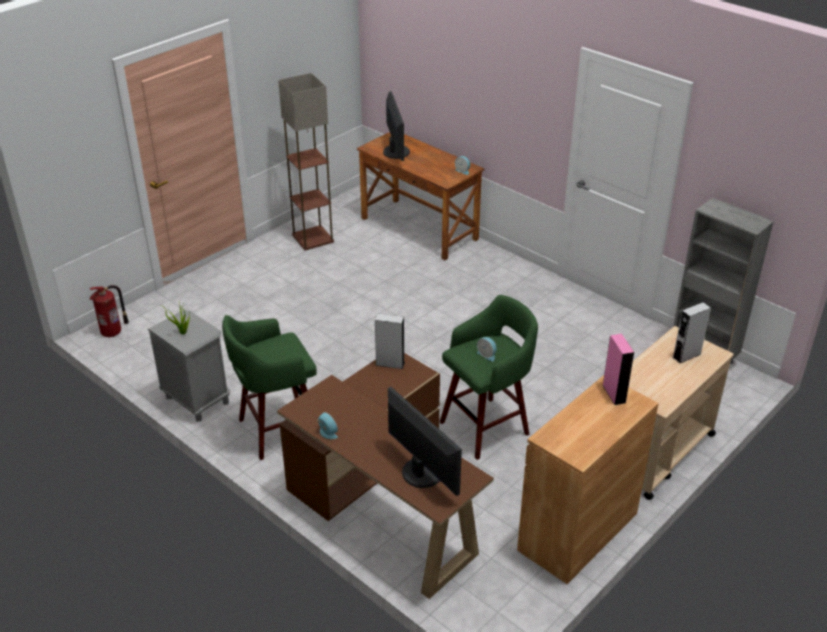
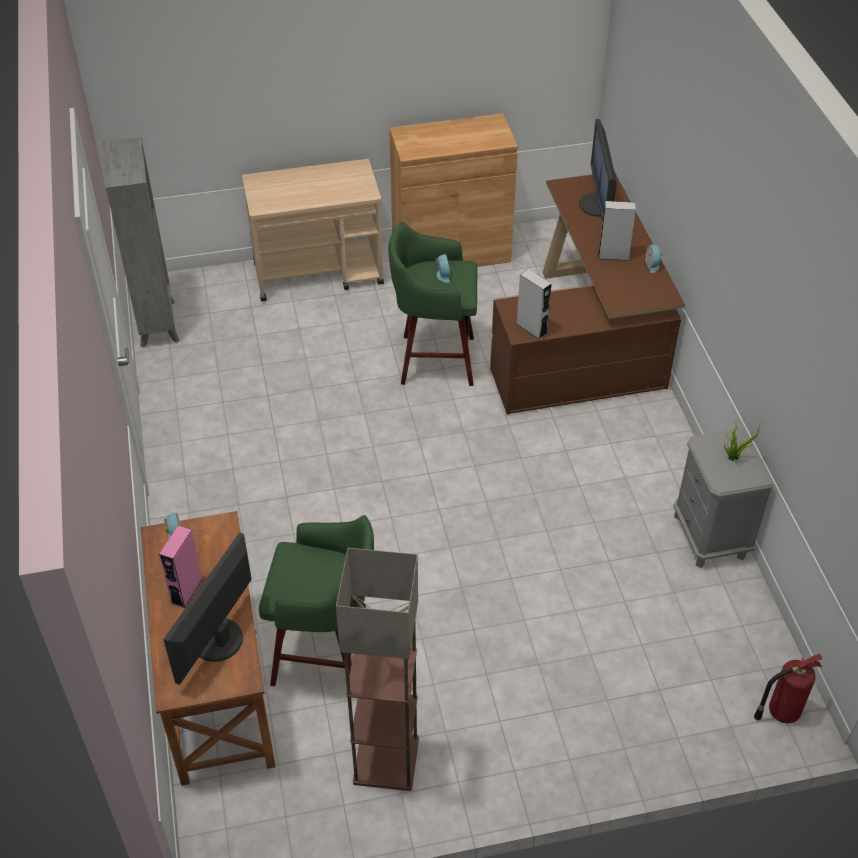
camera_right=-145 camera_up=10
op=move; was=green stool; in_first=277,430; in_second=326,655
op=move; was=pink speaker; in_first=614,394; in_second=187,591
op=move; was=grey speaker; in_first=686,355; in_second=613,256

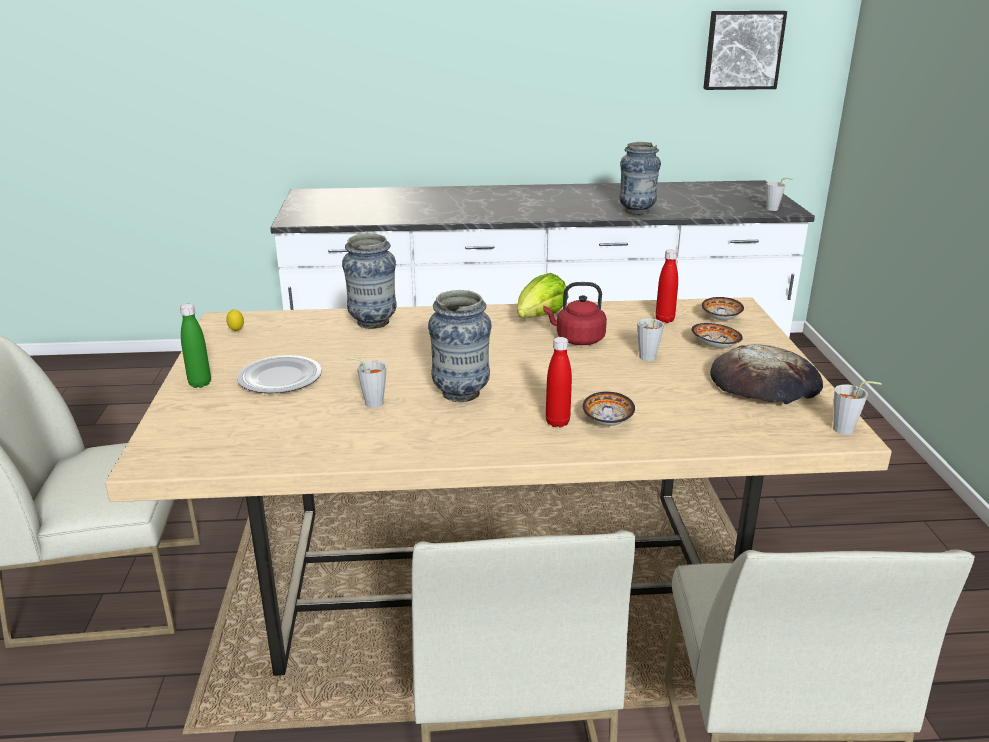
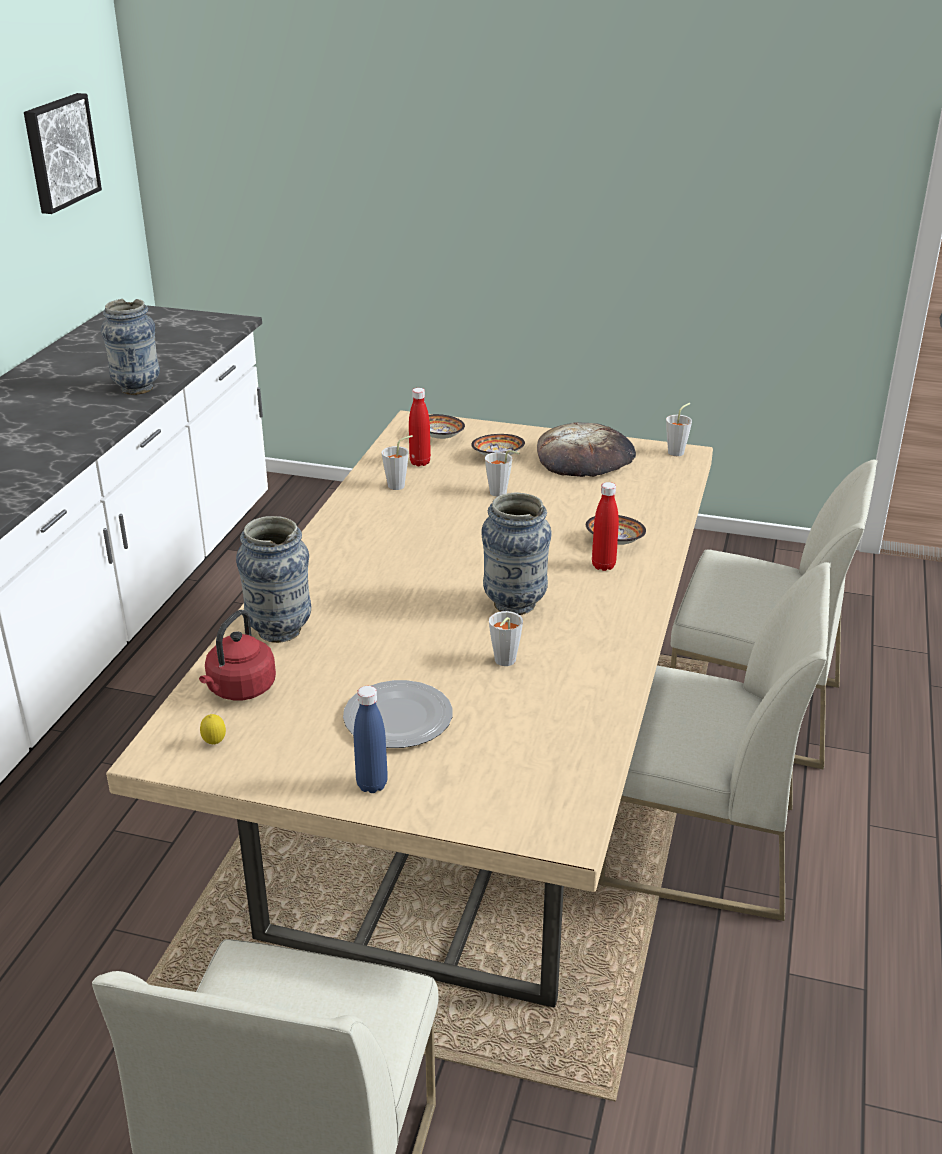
camera_right=-70 camera_up=5
op=delete; was=lettuce; in_first=539,318
op=move; was=red kettle; in_first=577,339; in_second=239,690
op=move; was=grey cup; in_first=774,209; in_second=400,485
op=recolor; was=green bottle; now=blue bottle; in_first=200,383; in_second=372,785

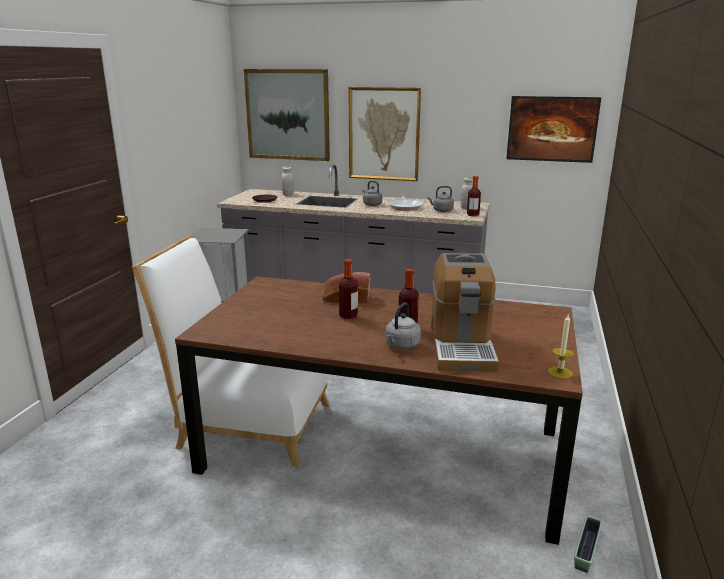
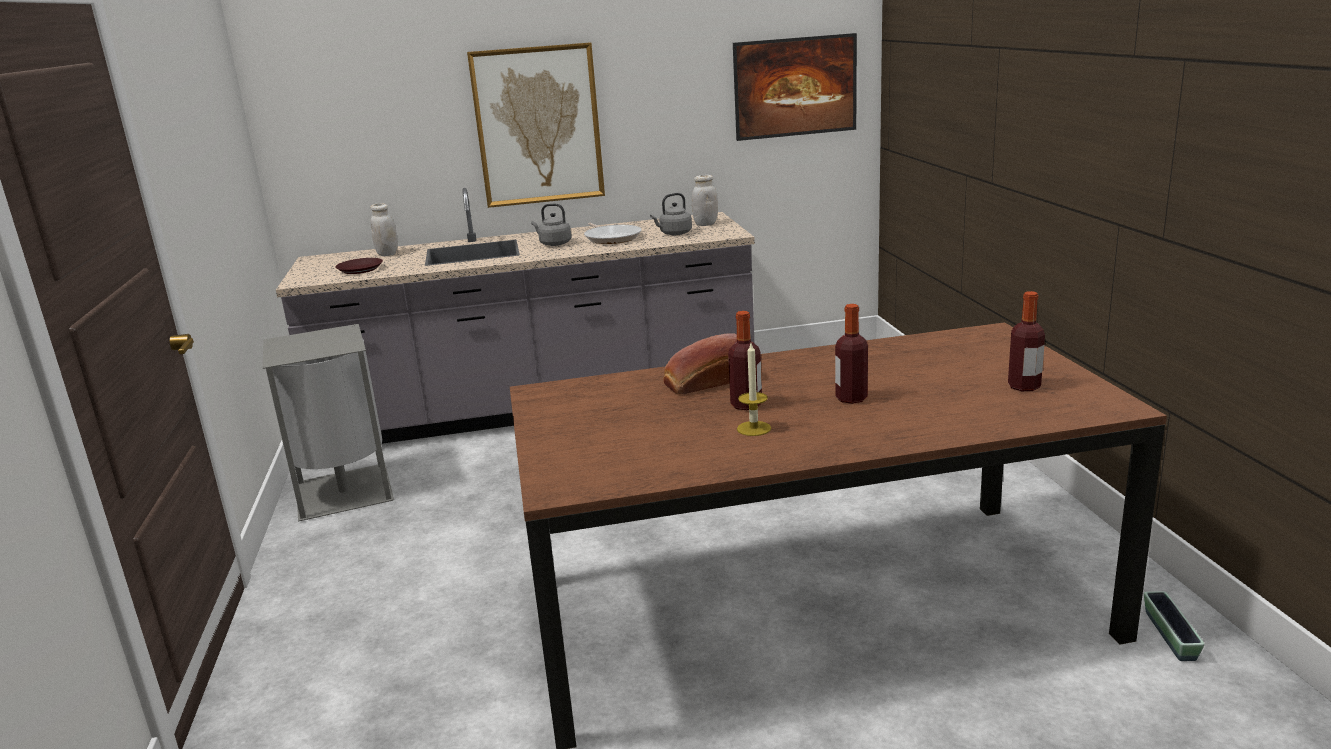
camera_right=-25 camera_up=0
op=delete; was=white chair; in_first=247,424
op=delete; was=picture; in_first=288,115
op=delete; was=grey kettle; in_first=401,345
op=delete; was=coffee machine; in_first=461,346
op=move; was=bottle; in_first=472,215; in_second=1024,386
op=move; was=candle; in_first=560,372; in_second=754,428

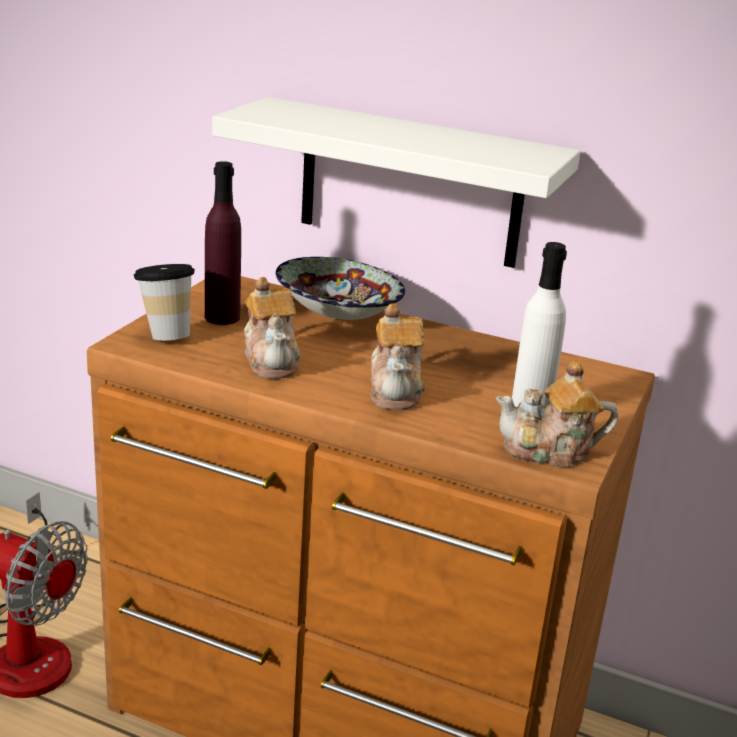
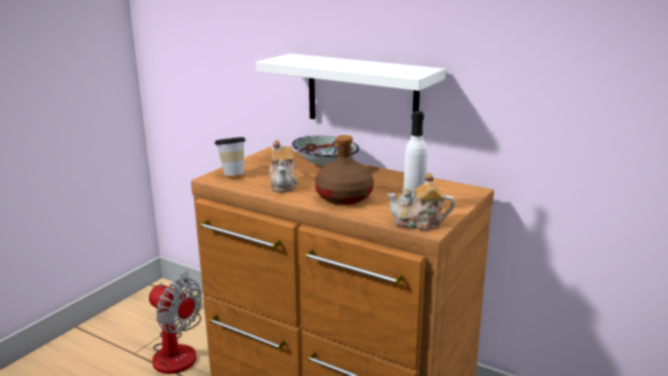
camera_right=10 camera_up=-5
op=delete; was=purple bottle; in_first=222,317
op=replace; was=teapot; now=brown bottle; in_first=396,390; in_second=344,197

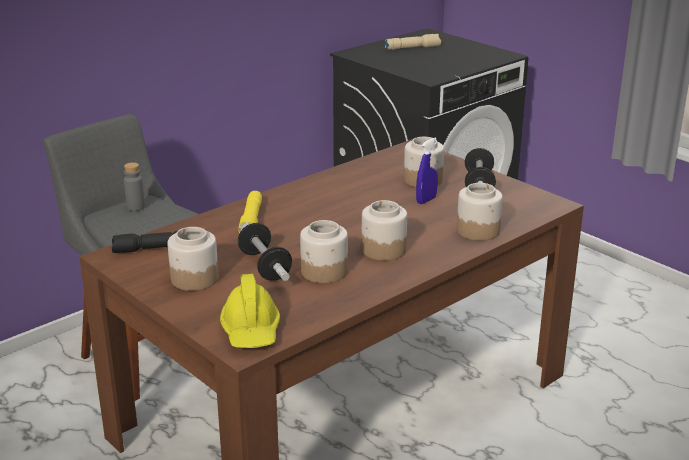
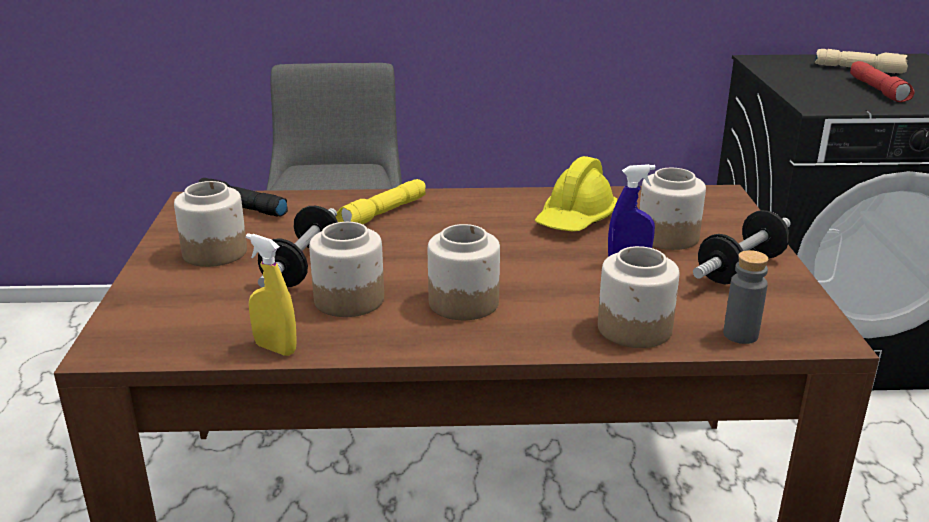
camera_right=40 camera_up=0
op=insert; now=yellow spray bottle; in_second=275,348
op=insert; now=red flashlight; in_second=879,90
op=move; was=grey bottle; in_first=136,207; in_second=740,335
op=move; was=yellow hard hat; in_first=251,330; in_second=575,220

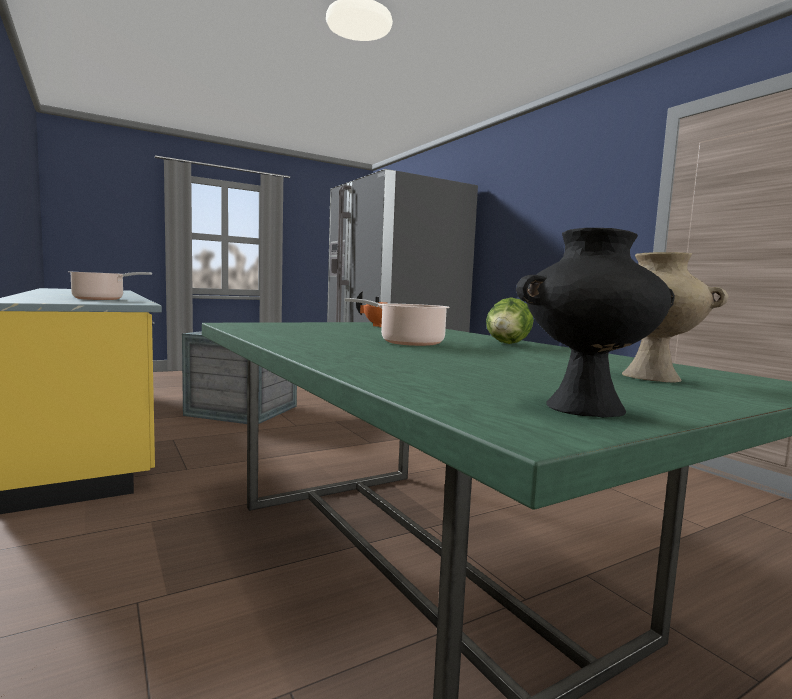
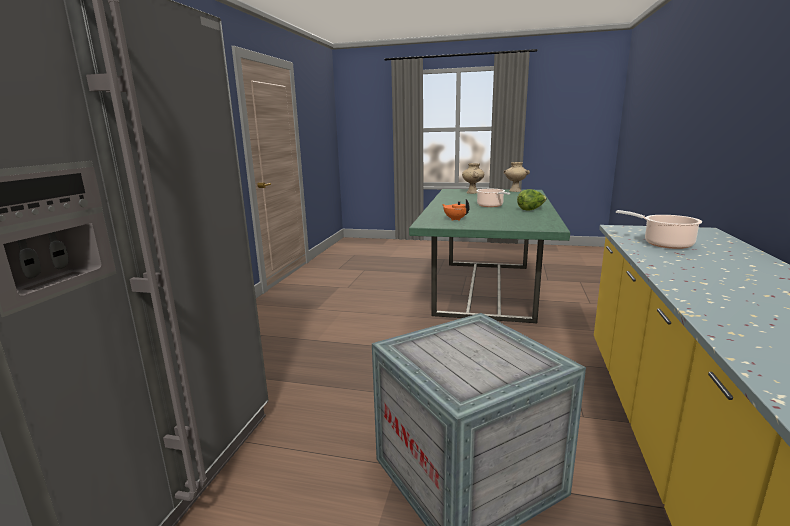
camera_right=-135 camera_up=10
op=move; was=lettuce; in_first=507,344; in_second=531,209
op=recolor; was=black vase; now=beige vase; in_first=585,407; in_second=514,191

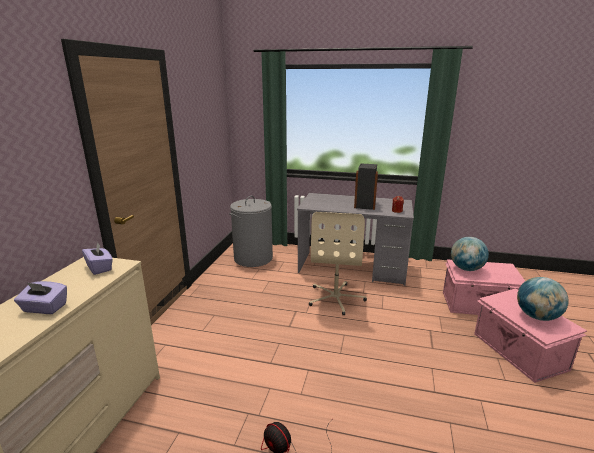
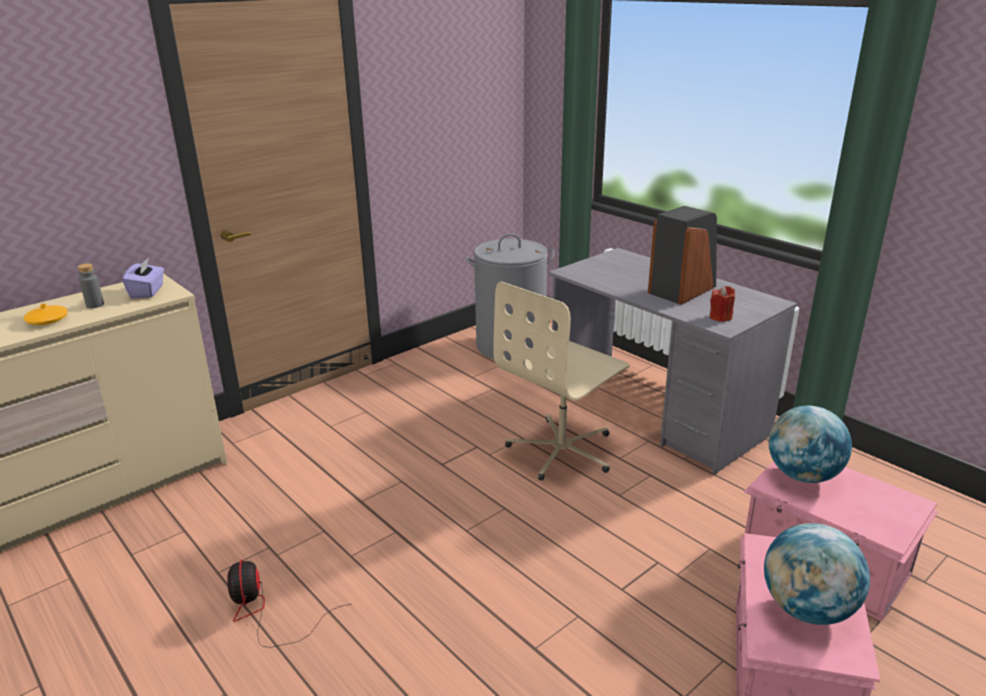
camera_right=35 camera_up=5
op=insert; now=grey bottle; in_second=95,305
op=replace; was=purple tissue box; now=orange vase; in_first=44,308; in_second=47,321

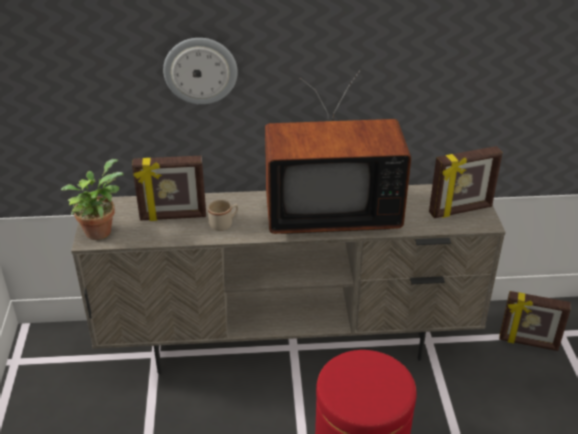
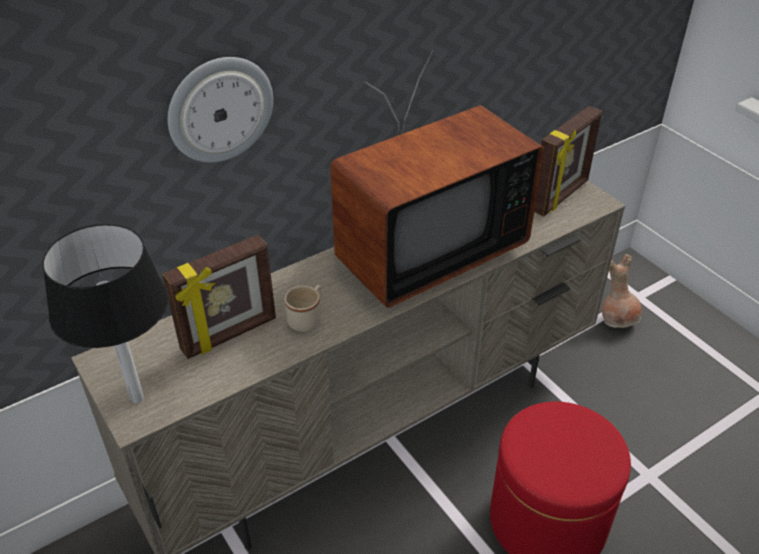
camera_right=-30 camera_up=5
op=replace; was=potted plant; now=black table lamp; in_first=99,230; in_second=137,397
op=replace; was=picture frame; now=brown vase; in_first=528,343; in_second=618,320

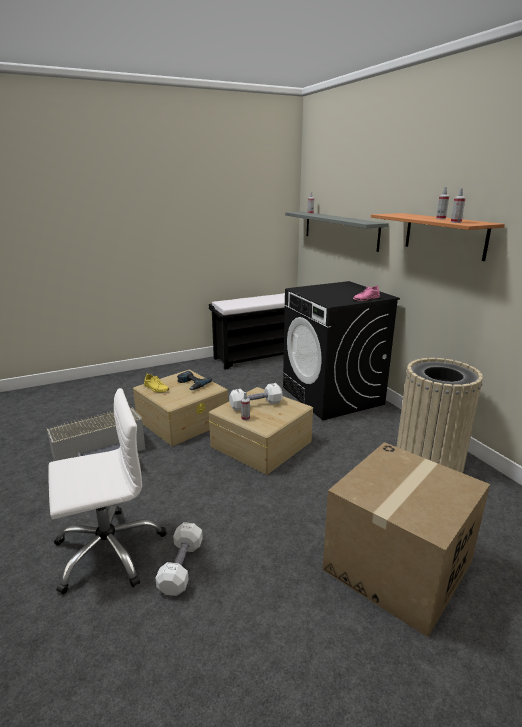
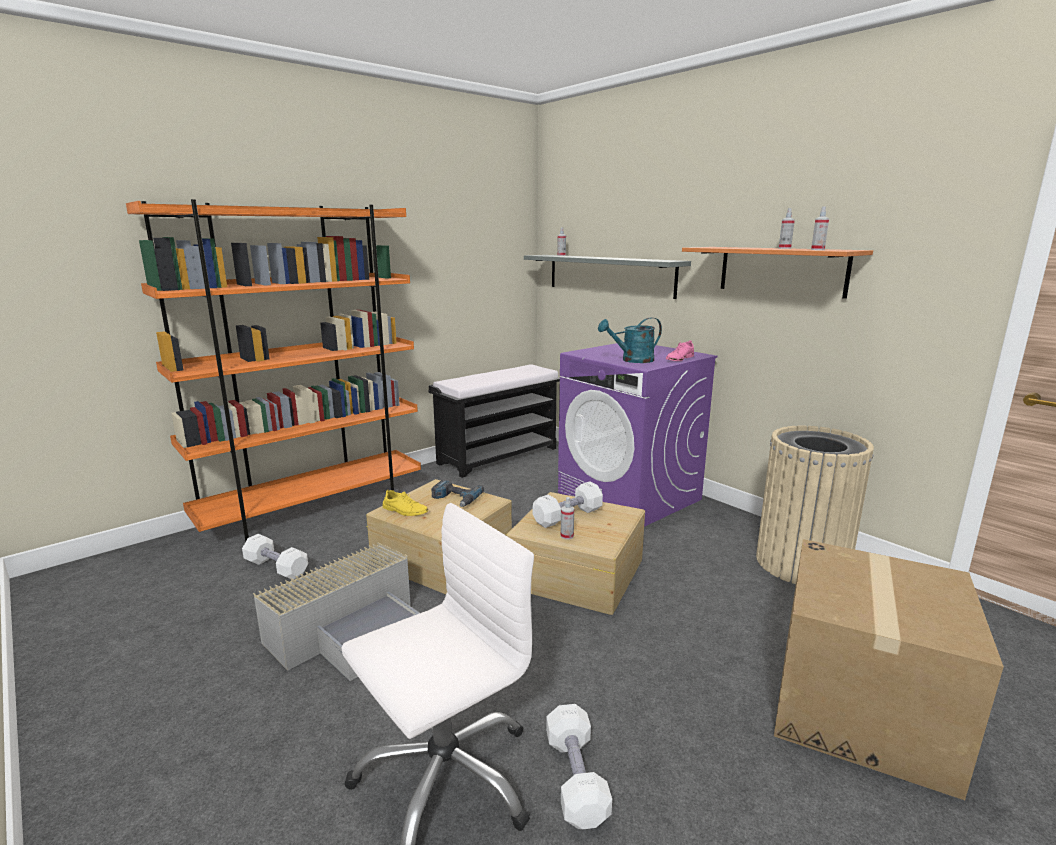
camera_right=-15 camera_up=-5
op=insert; now=orange bookcase; in_second=314,508
op=insert; now=white dumbbell; in_second=276,568
op=insert; now=turquoise watering can; in_second=632,360
op=recolor; was=black washing machine; now=purple washing machine; in_first=332,396; in_second=629,496

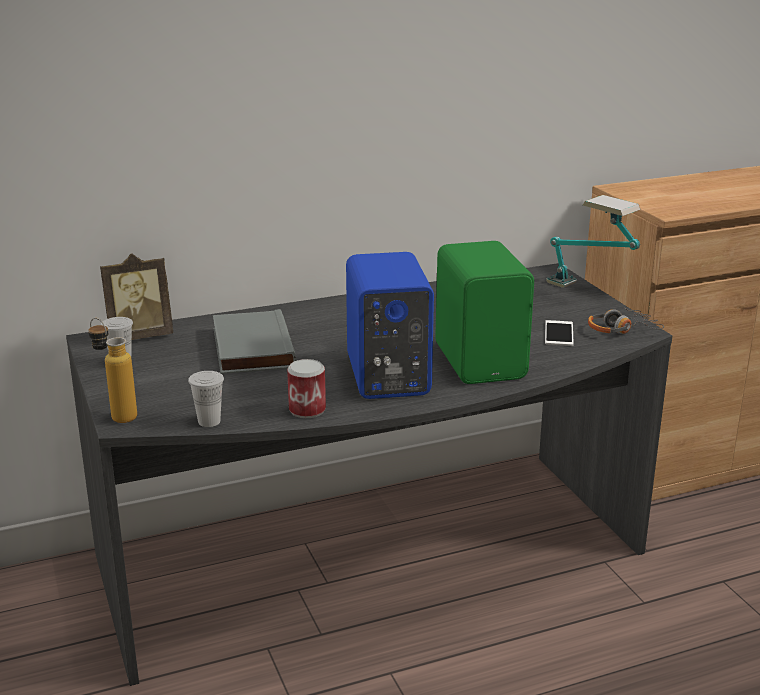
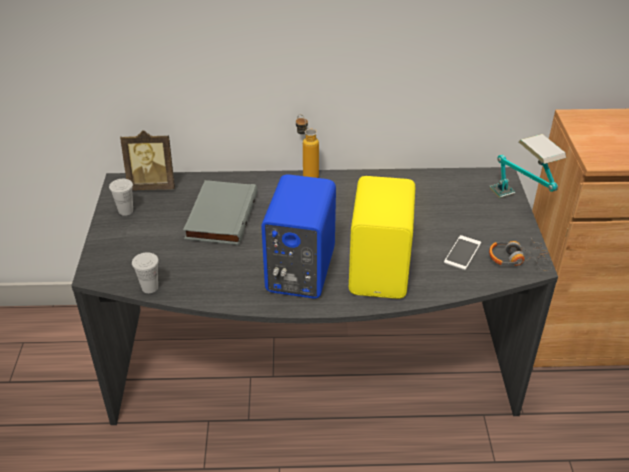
camera_right=20 camera_up=15
op=delete; was=can; in_first=307,410
op=move; was=bottle; in_first=117,415; in_second=306,173
op=recolor; was=green speaker; now=yellow speaker; in_first=482,361; in_second=382,271

